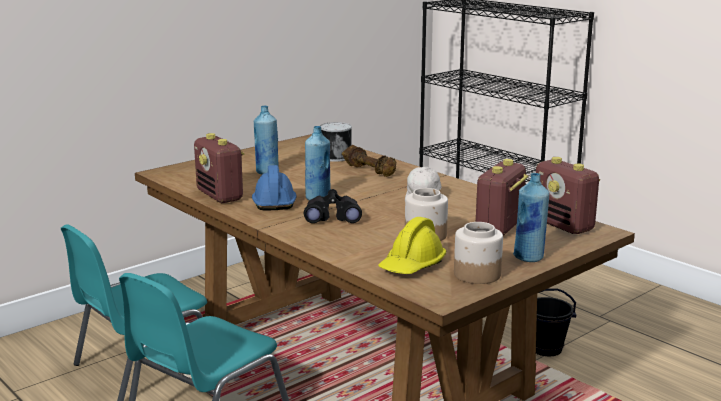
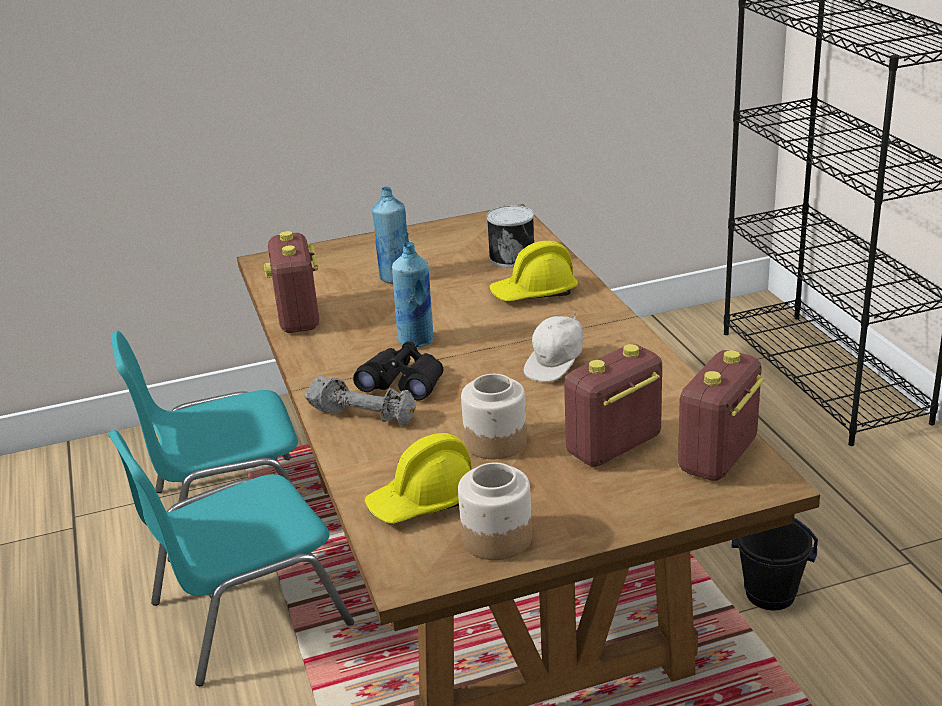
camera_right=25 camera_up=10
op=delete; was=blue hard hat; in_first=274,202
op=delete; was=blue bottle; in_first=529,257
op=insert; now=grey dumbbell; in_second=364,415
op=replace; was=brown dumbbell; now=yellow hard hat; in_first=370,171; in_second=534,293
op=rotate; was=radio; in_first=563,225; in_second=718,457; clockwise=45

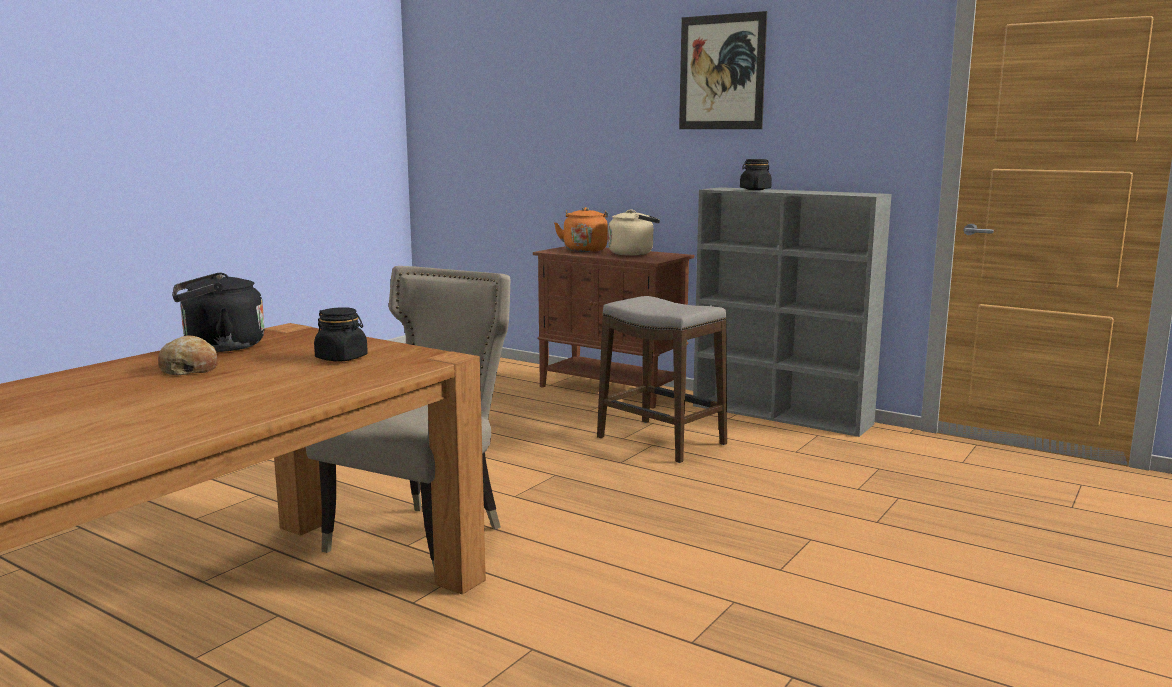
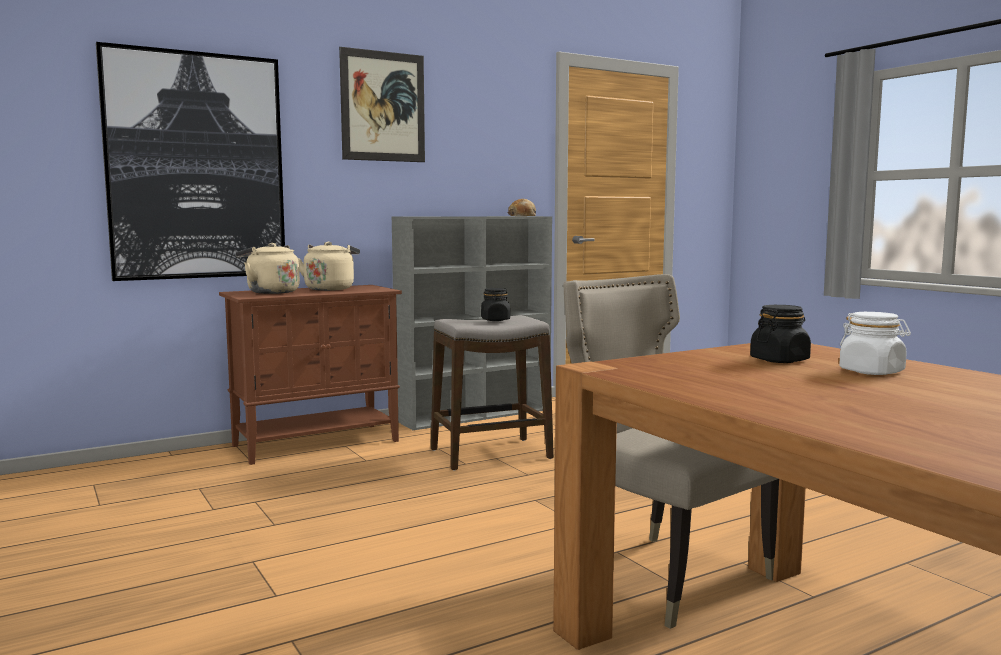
camera_right=-65 camera_up=-5
op=delete; was=black kettle; in_first=219,347
op=insert; now=picture; in_second=196,166
op=insert; now=white jar; in_second=872,372
op=move; was=bread; in_first=189,369; in_second=522,216
op=move; was=black jar; in_first=755,189; in_second=495,320
op=recolor; was=orange kettle; now=beige kettle; in_first=585,250; in_second=270,292

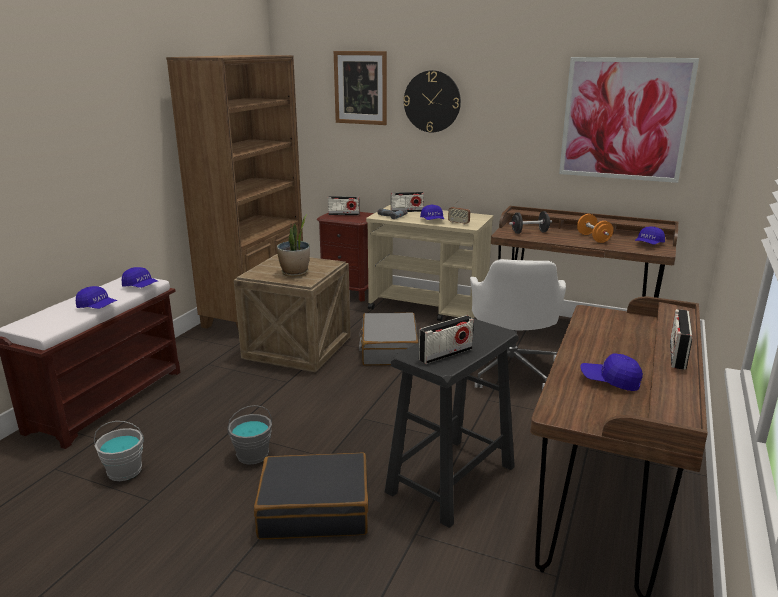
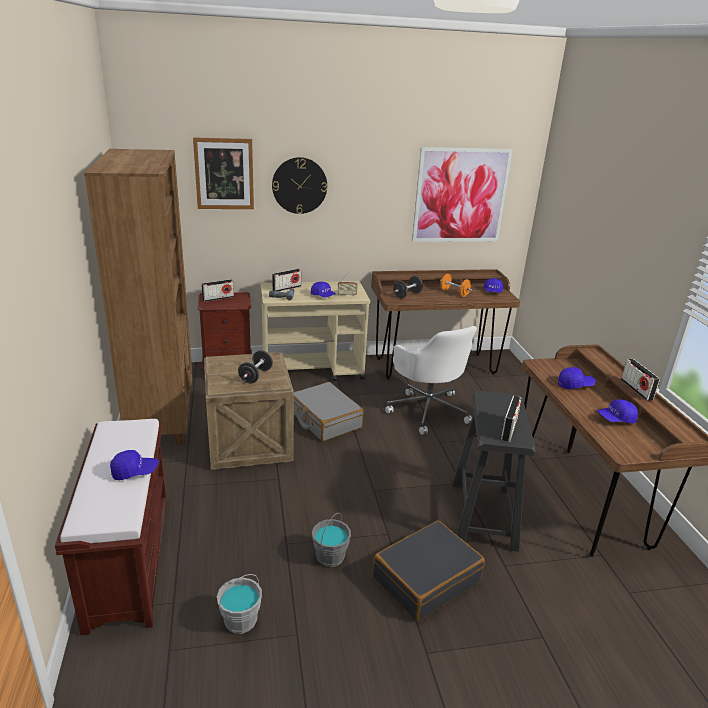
camera_right=-35 camera_up=5
op=move; was=blue cap; in_first=141,286; in_second=575,385
op=replace; was=potted plant; now=black dumbbell; in_first=295,273; in_second=256,376

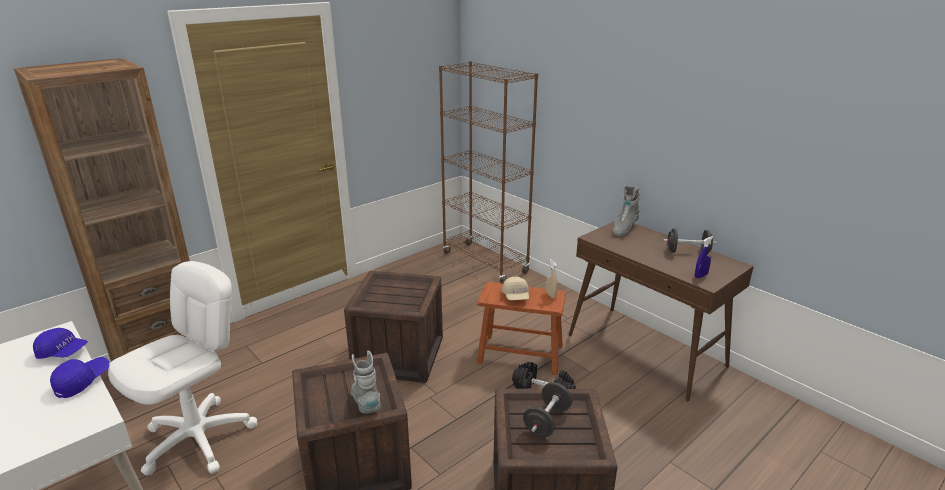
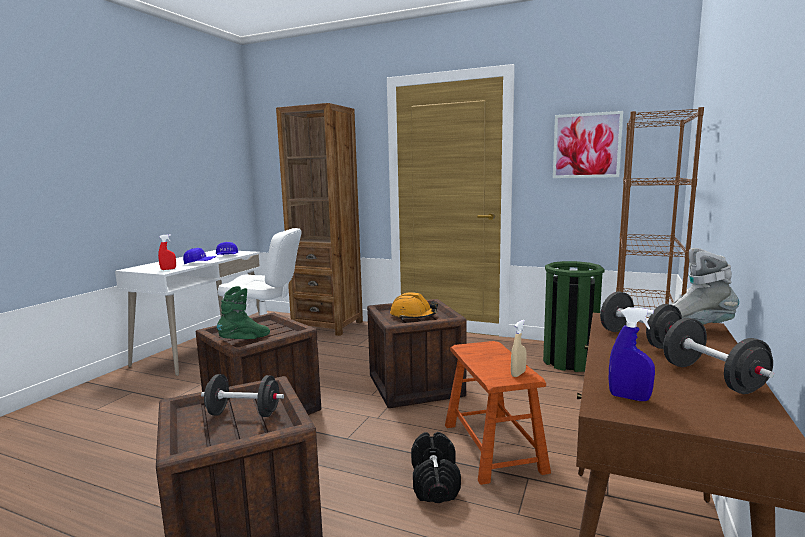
camera_right=65 camera_up=-15
op=delete; was=beige cap; in_first=516,296
op=insert; now=red spray bottle; in_second=168,269
op=insert; now=orange hard hat; in_second=413,316
op=insert; now=green trash can; in_second=569,361
op=insert; now=picture; in_second=586,145
op=insert; now=black dumbbell; in_second=638,339
op=recolor; was=grey boot; now=green boot; in_first=366,403; in_second=246,340

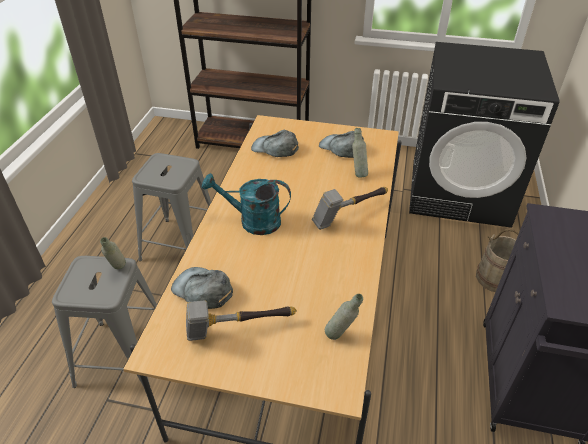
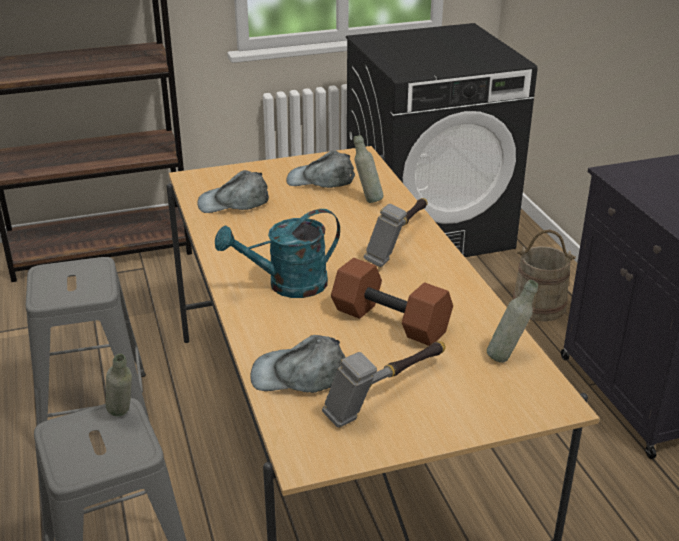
camera_right=-30 camera_up=-10
op=insert; now=brown dumbbell; in_second=392,321

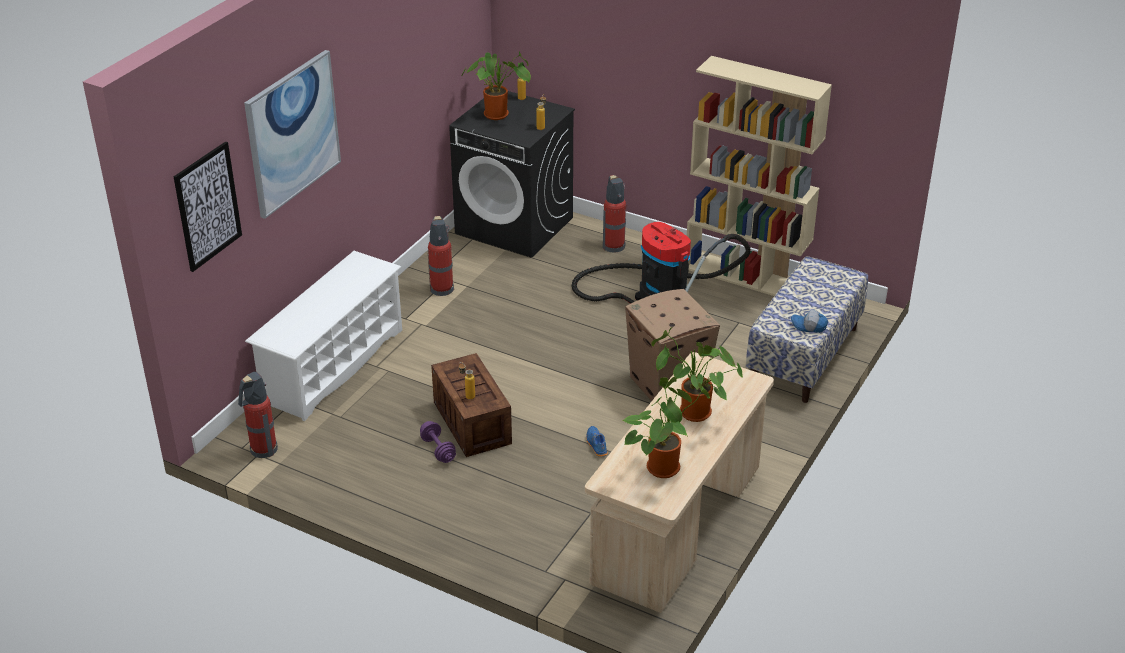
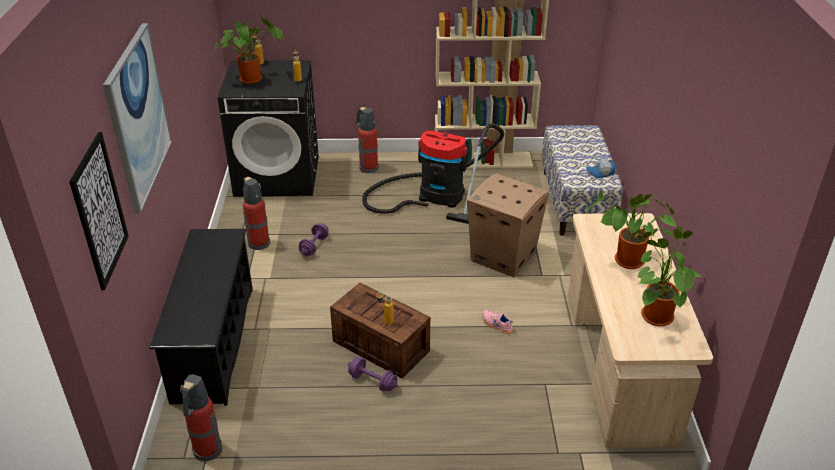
camera_right=-30 camera_up=0
op=insert; now=purple dumbbell; in_second=314,246
op=recolor; was=white shoe rack; now=black shoe rack; in_first=333,365; in_second=213,343
op=recolor; was=blue shoe; now=pink shoe; in_first=596,445; in_second=496,325

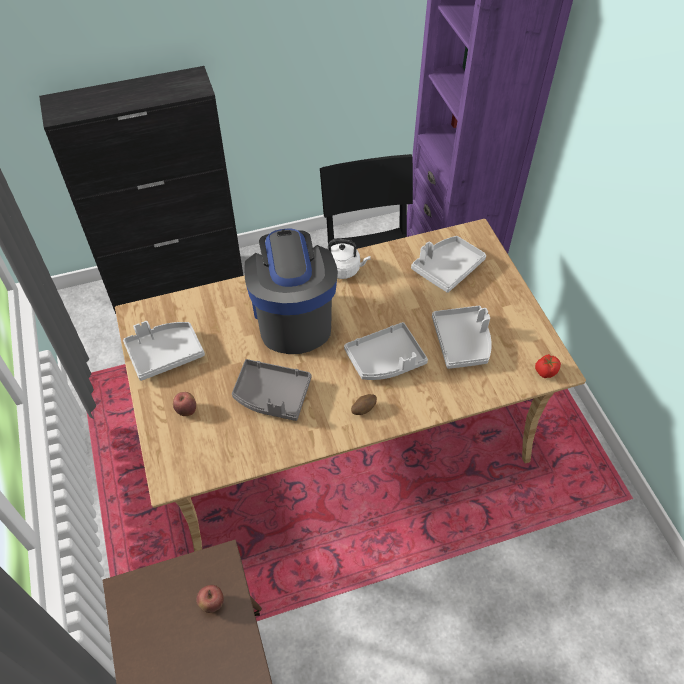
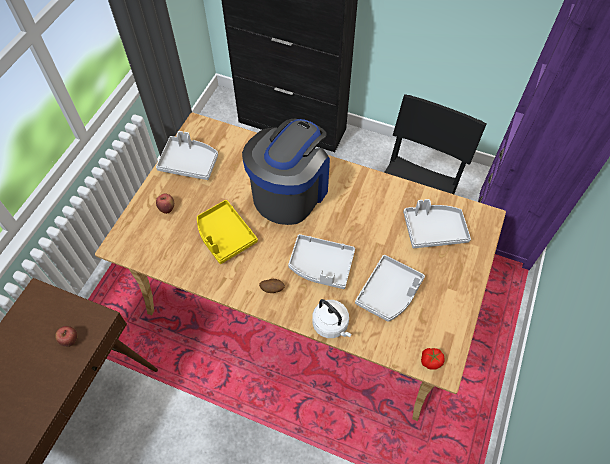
camera_right=40 camera_up=5
op=move; was=white kettle; in_first=344,269; in_second=331,325
op=recolor; was=grey tray; now=yellow tray; in_first=272,395; in_second=224,236

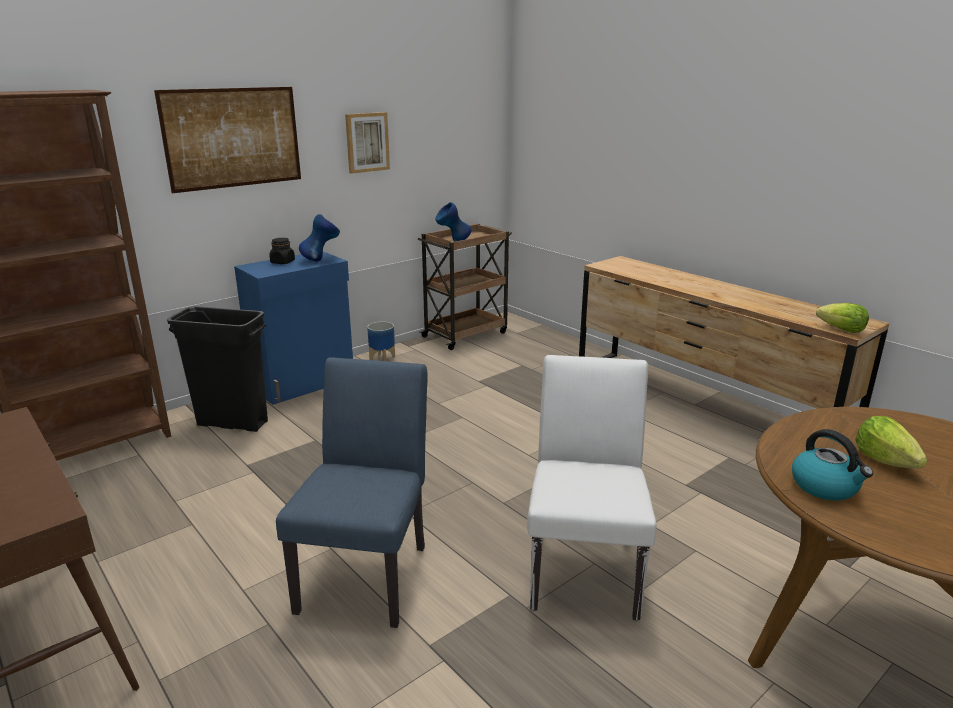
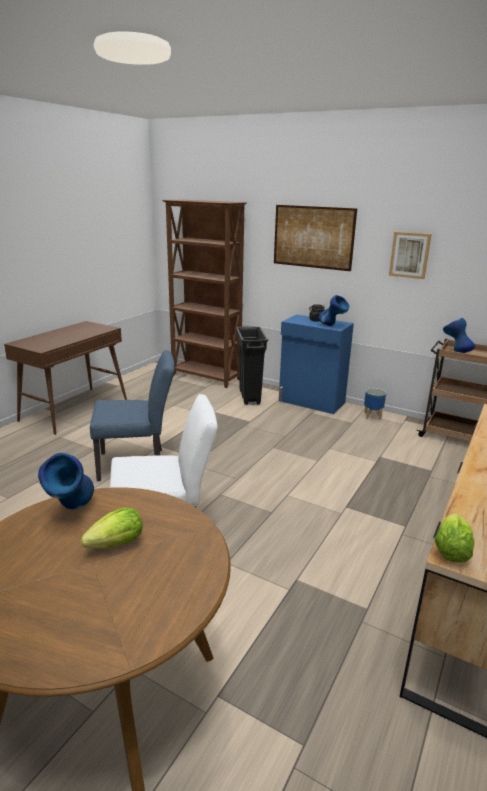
camera_right=70 camera_up=0
op=replace; was=kettle; now=blue vase; in_first=825,487; in_second=72,511

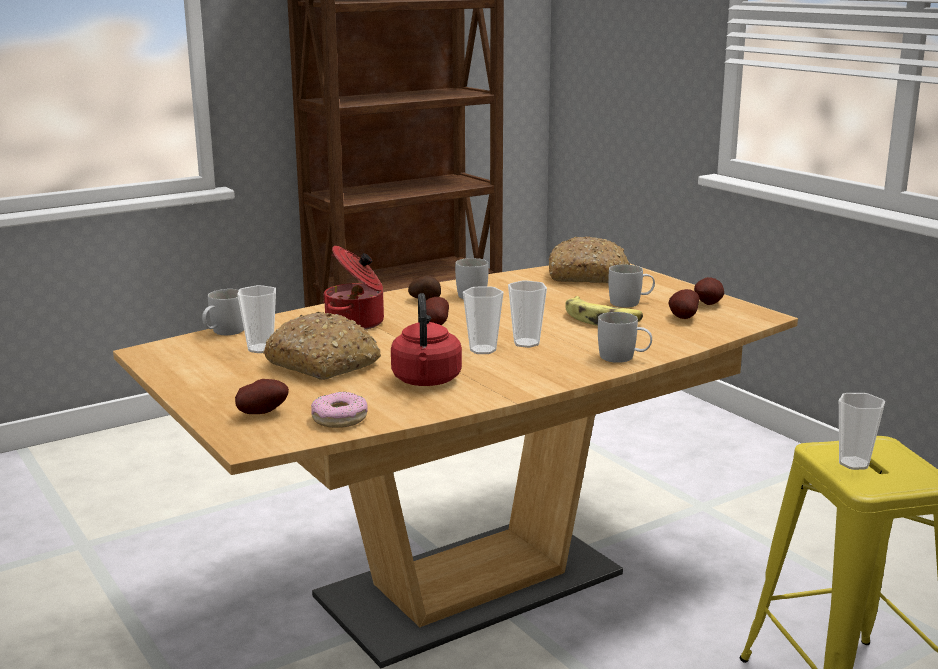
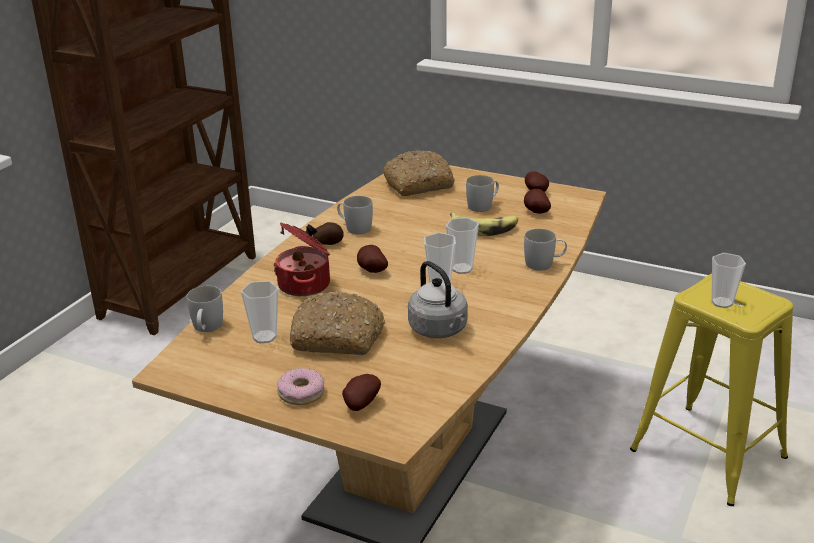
camera_right=-30 camera_up=10
op=move; was=donut; in_first=339,418; in_second=301,393
op=recolor; was=red kettle; now=grey kettle; in_first=426,381; in_second=440,330

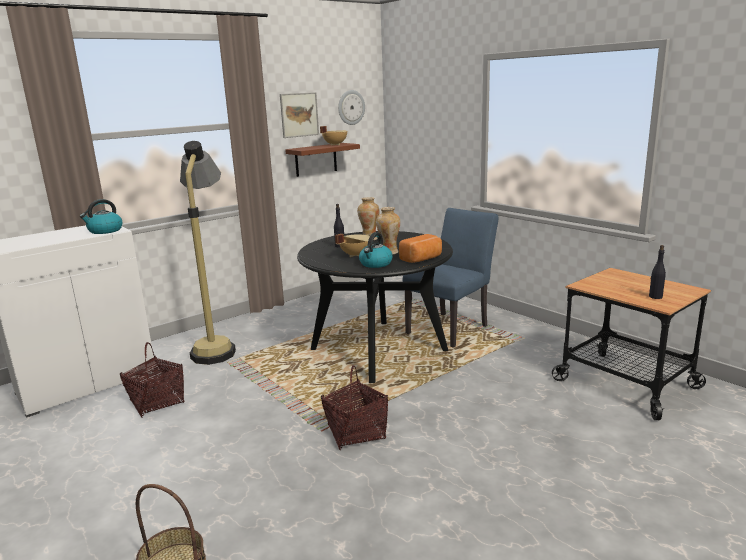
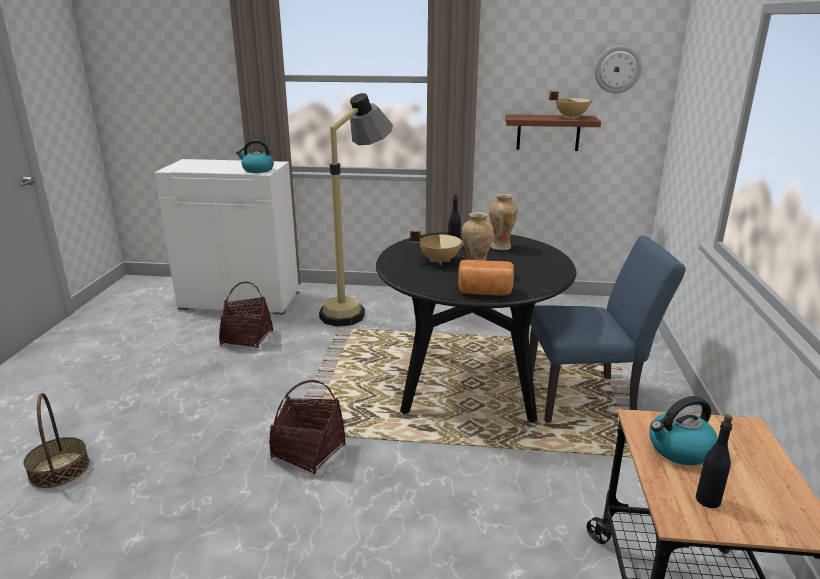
camera_right=45 camera_up=5
op=delete; was=picture; in_first=299,115
op=move; was=kettle; in_first=375,264; in_second=679,449

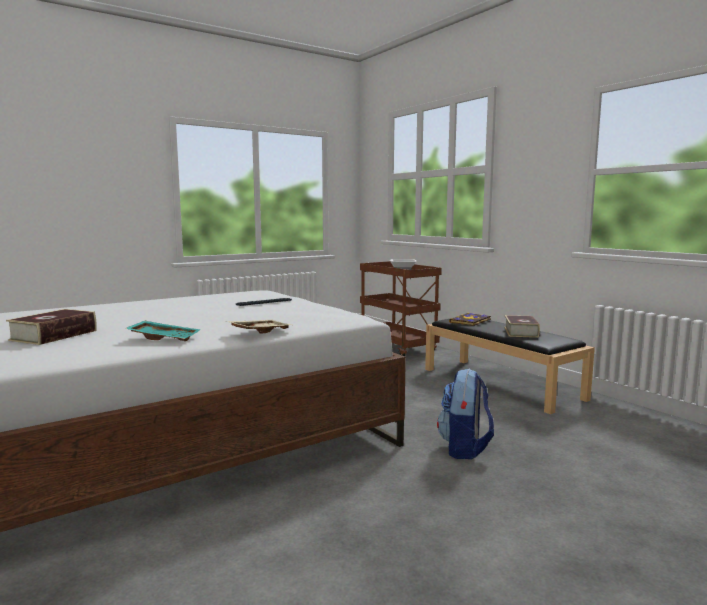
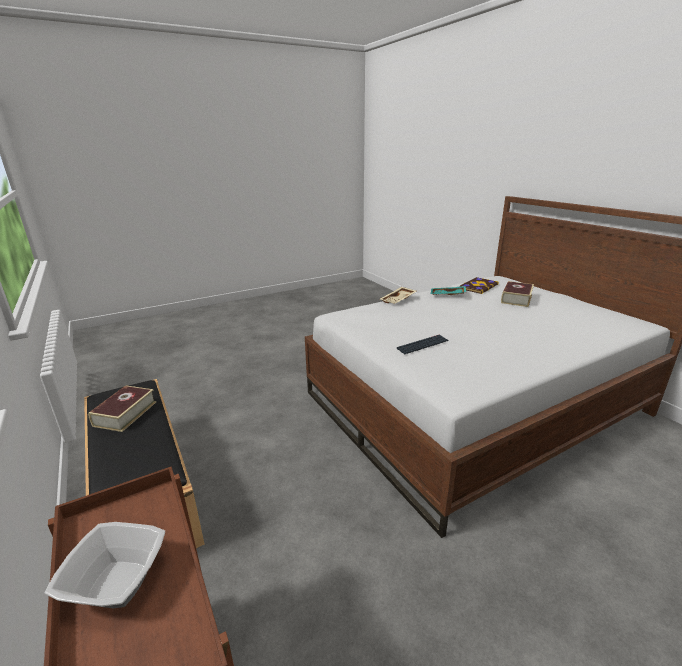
camera_right=-175 camera_up=15
op=delete; was=backpack; in_first=465,448
op=move; was=book; in_first=471,321; in_second=478,286

